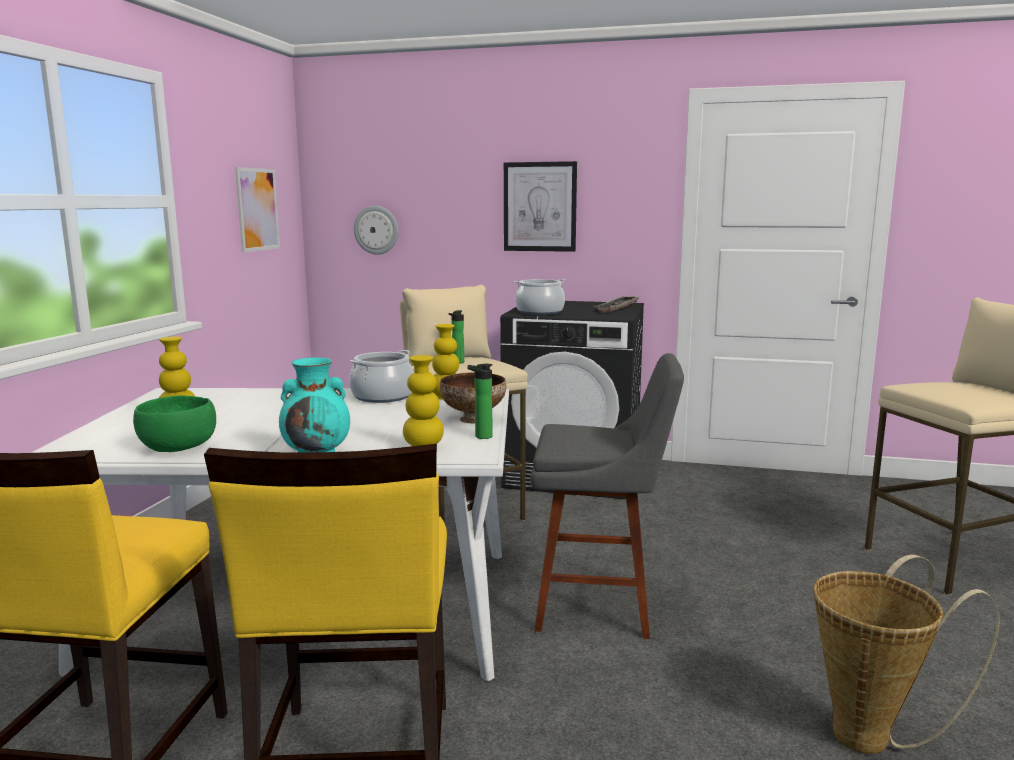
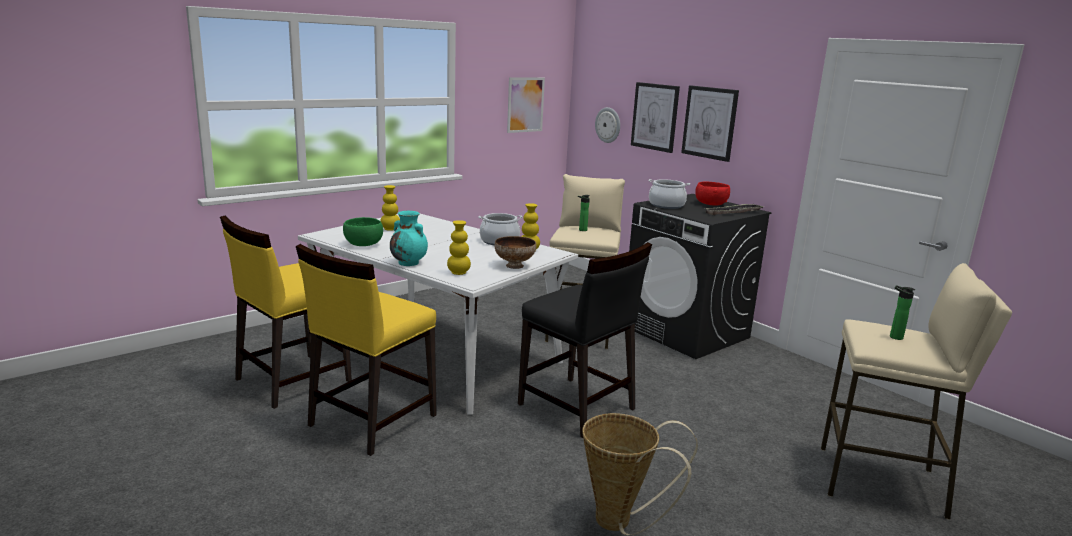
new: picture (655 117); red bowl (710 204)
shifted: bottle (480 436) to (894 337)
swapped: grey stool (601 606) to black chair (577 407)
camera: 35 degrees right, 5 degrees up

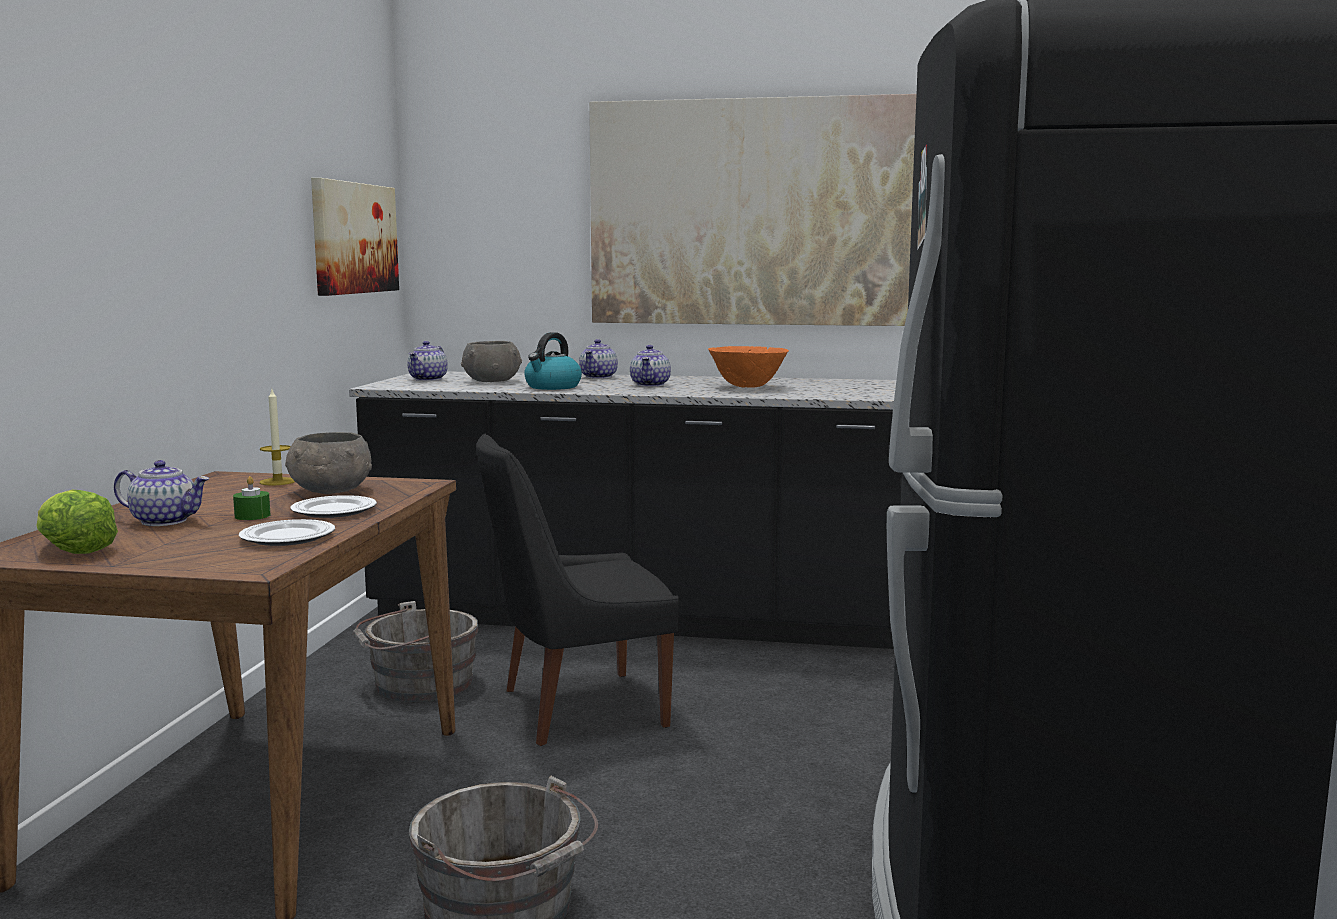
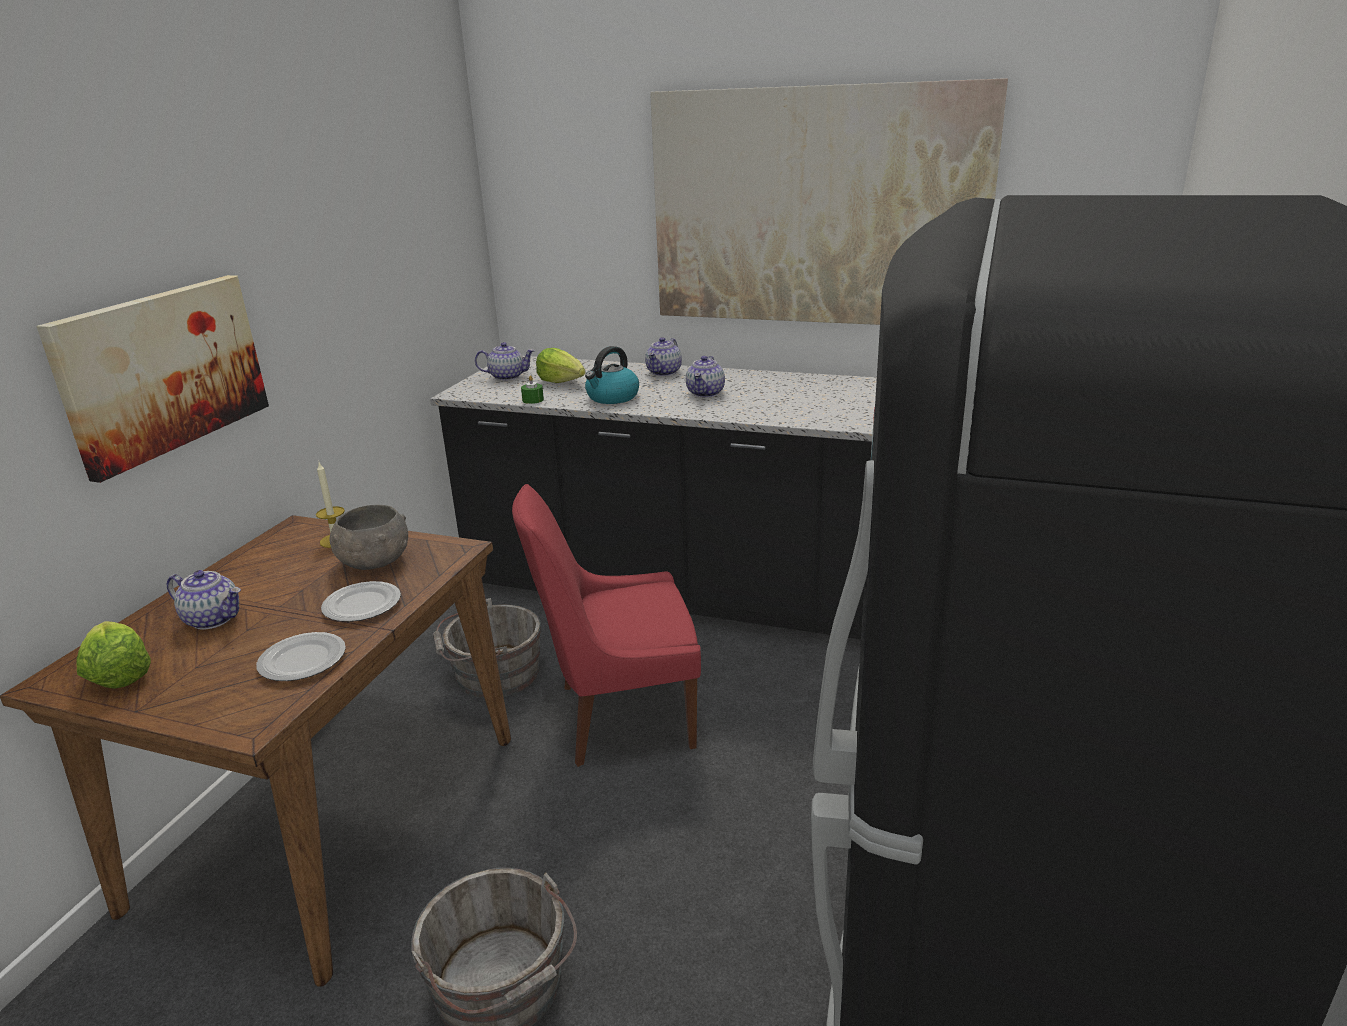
gone: orange bowl (747 387)
shifted: green candle (252 516) to (533 400); picture (353 238) to (163 371)
swapped: grey bowl (492 381) to lettuce (562 382)
repainted: black chair (576 709) to red chair (619 717)
rotated: teapot (428 379) = (507 377) 120 degrees counterclockwise
camera: 10 degrees right, 15 degrees up

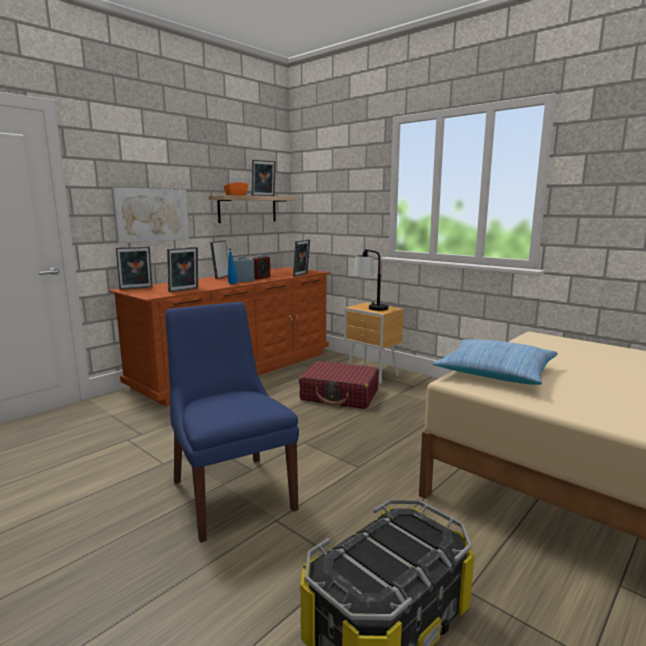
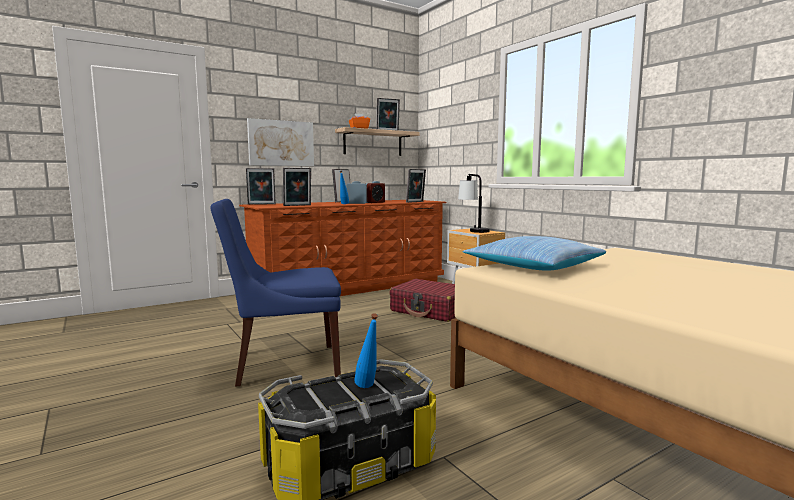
new: blue bottle (368 389)
rotated: blue chair (231 492) = (283 364) 90 degrees counterclockwise
camera: 15 degrees right, 5 degrees down

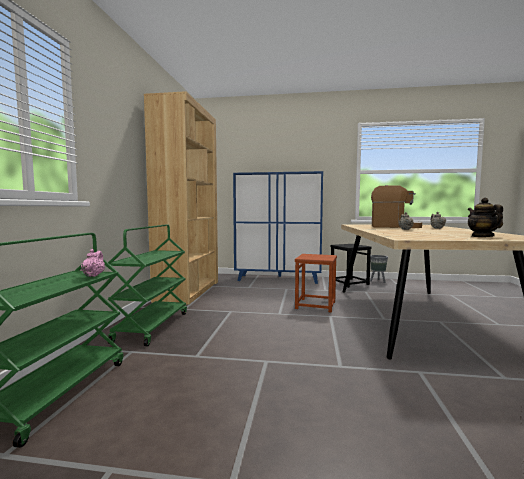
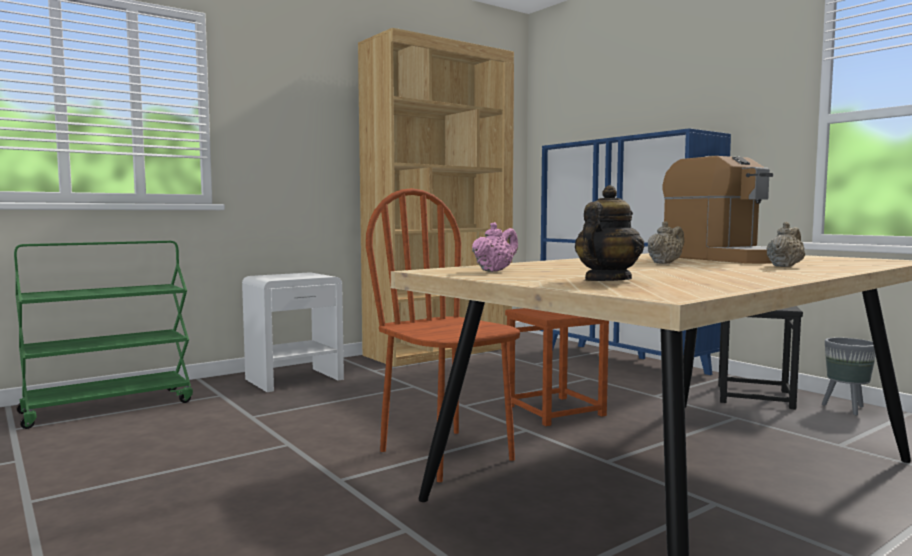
new: brown chair (447 455)
shifted: pink teapot (93 275) to (494 271)
swapped: green cart (152 326) to white nightstand (295 379)
camera: 45 degrees right, 0 degrees up

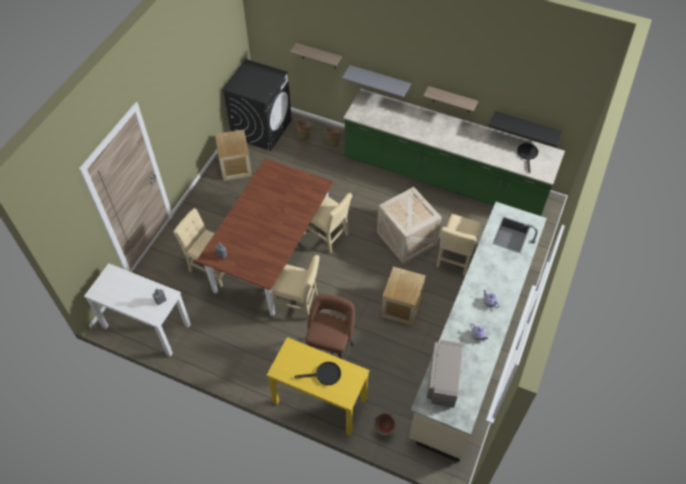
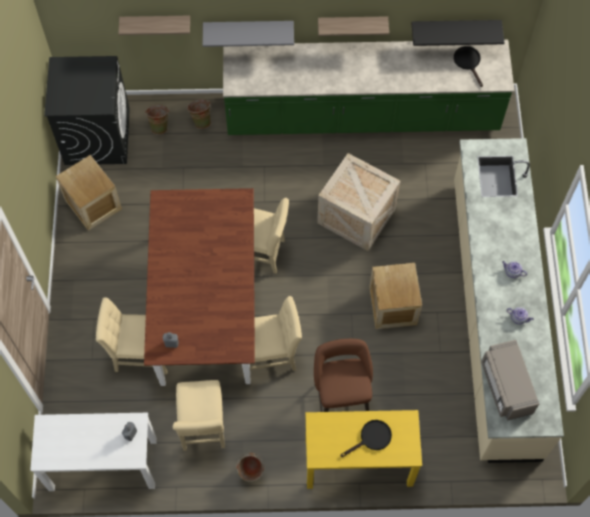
shifted: green bucket (384 430) to (251 472); beige chair (455 258) to (203 427)
camera: 25 degrees left, 10 degrees up

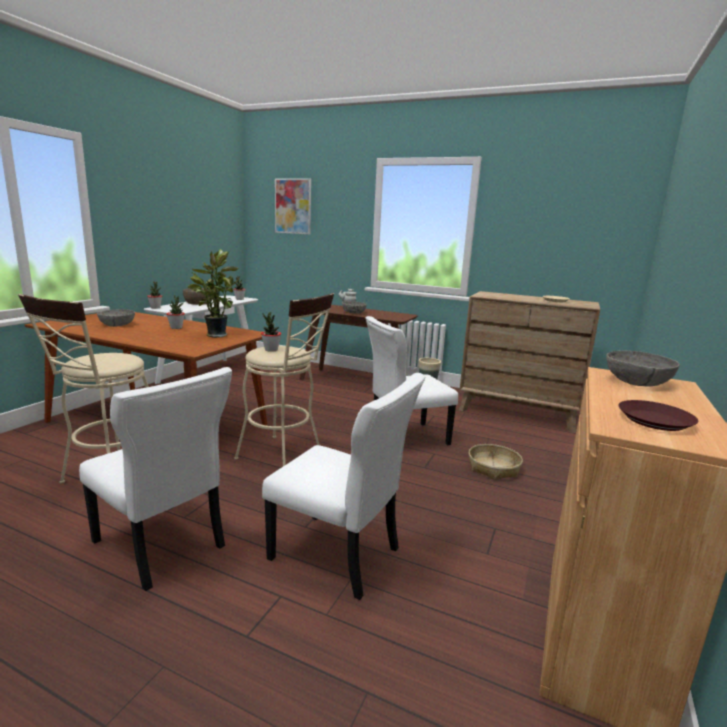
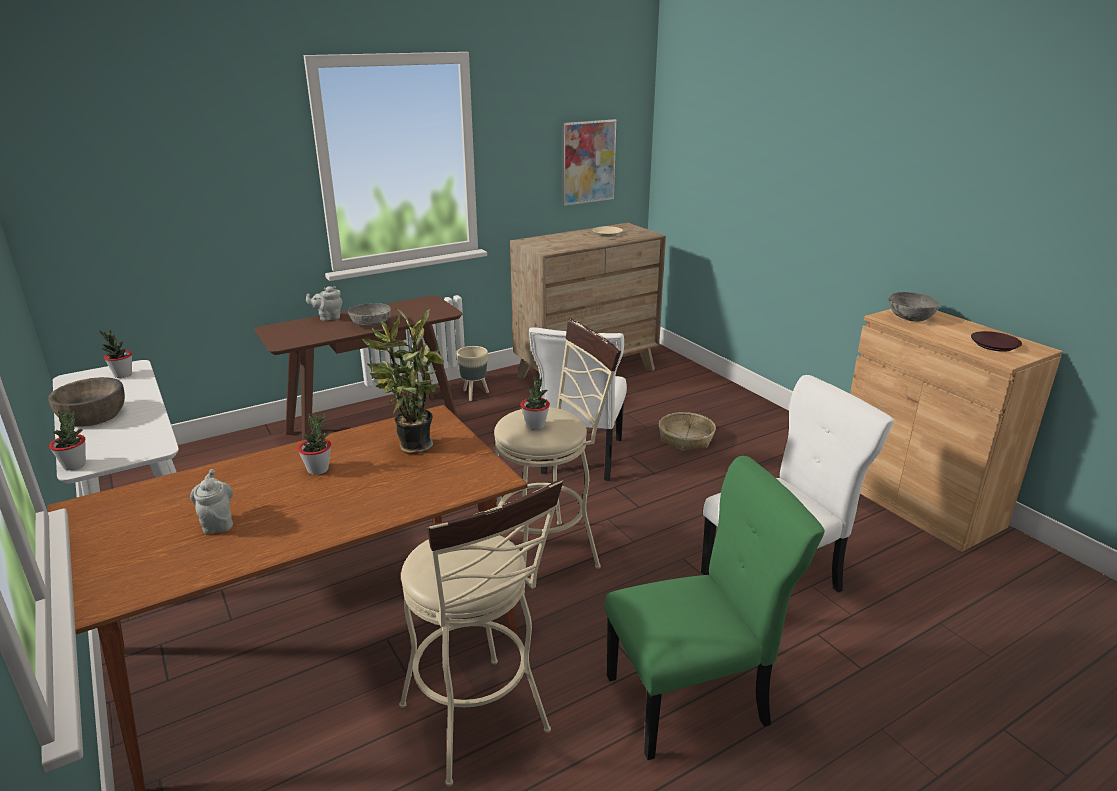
shifted: picture (293 206) to (588 162)
swapped: grey bowl (117 325) to grey teapot (217 522)
repainted: white chair (161 546) to green chair (693 699)
camera: 55 degrees left, 10 degrees up

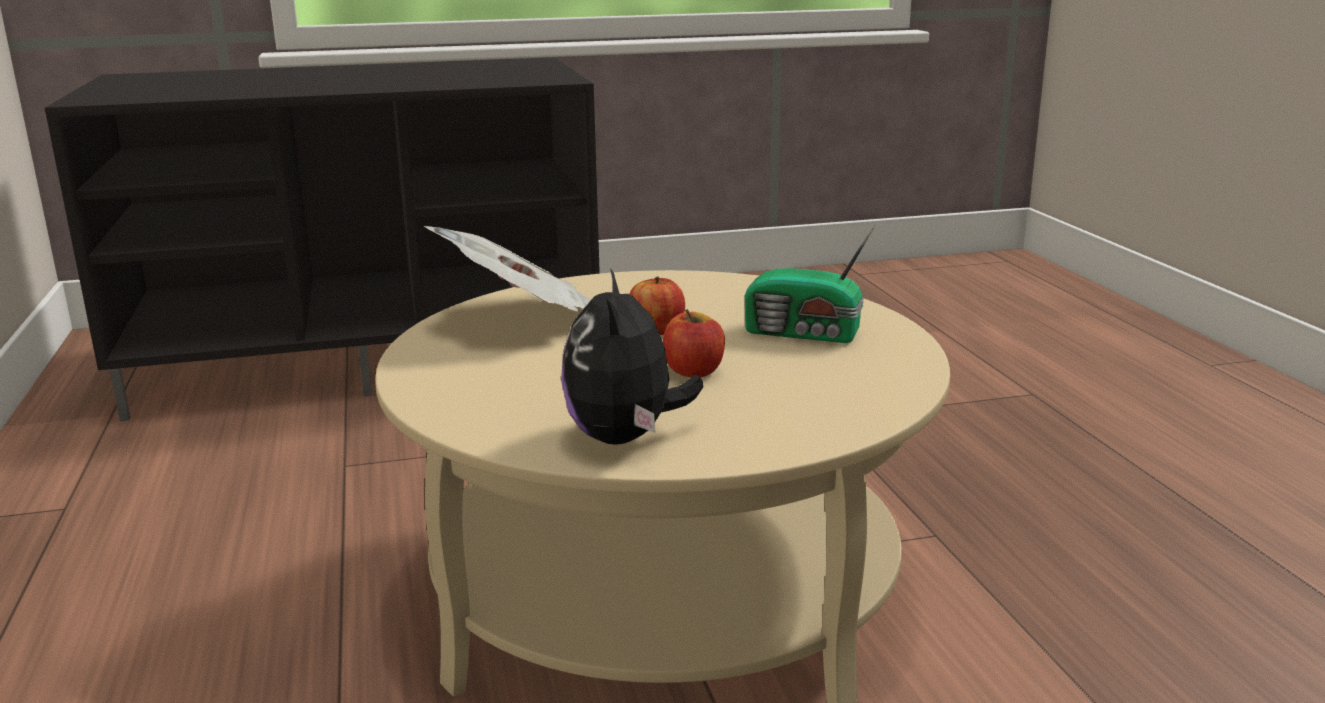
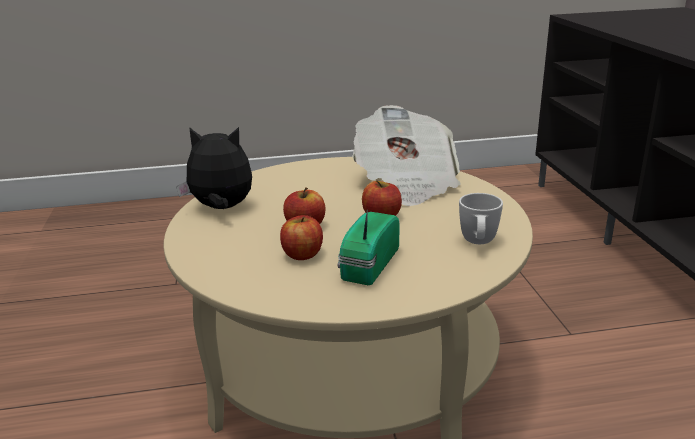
new: apple (302 254); white mug (478 243)
camera: 95 degrees right, 5 degrees up

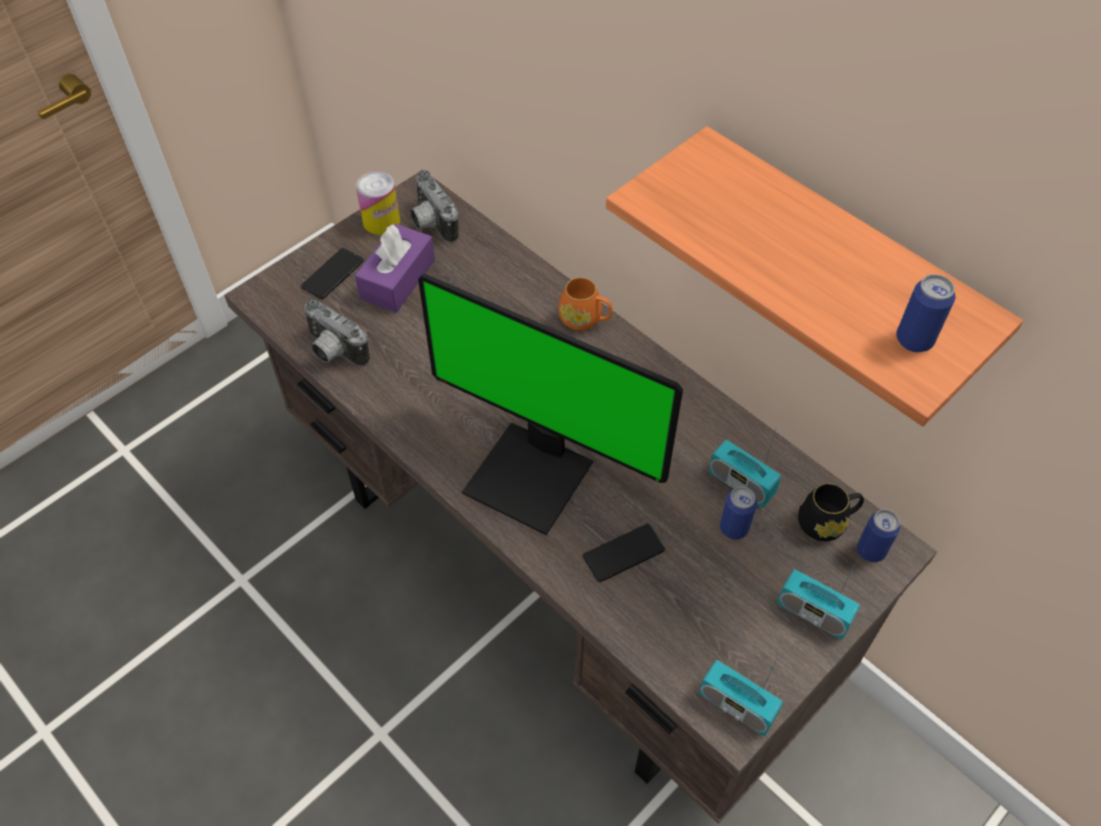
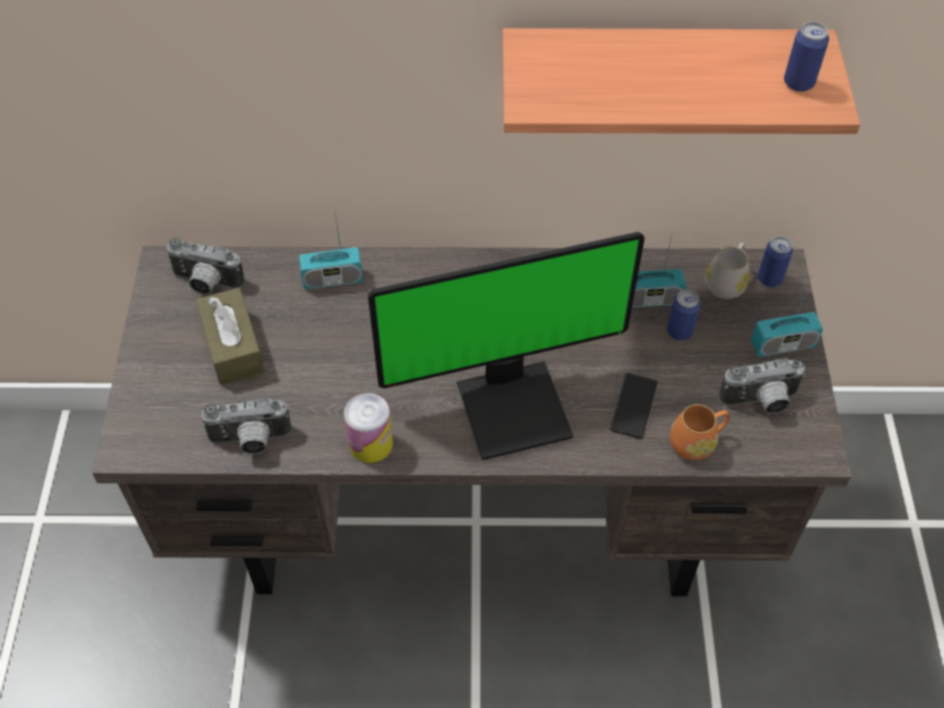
gone: phone (333 274)
new: photo camera (760 402)
shifted: can (381 221) to (371 443); orange mug (585 320) to (697 442); radio (737 705) to (333 279)
repainted: purple tissue box (397 279) to brown tissue box (233 346); black mug (826 522) to white mug (726 282)
camera: 45 degrees left, 0 degrees up

